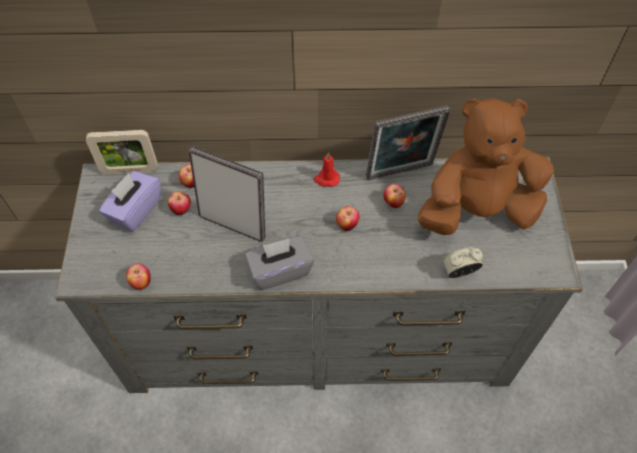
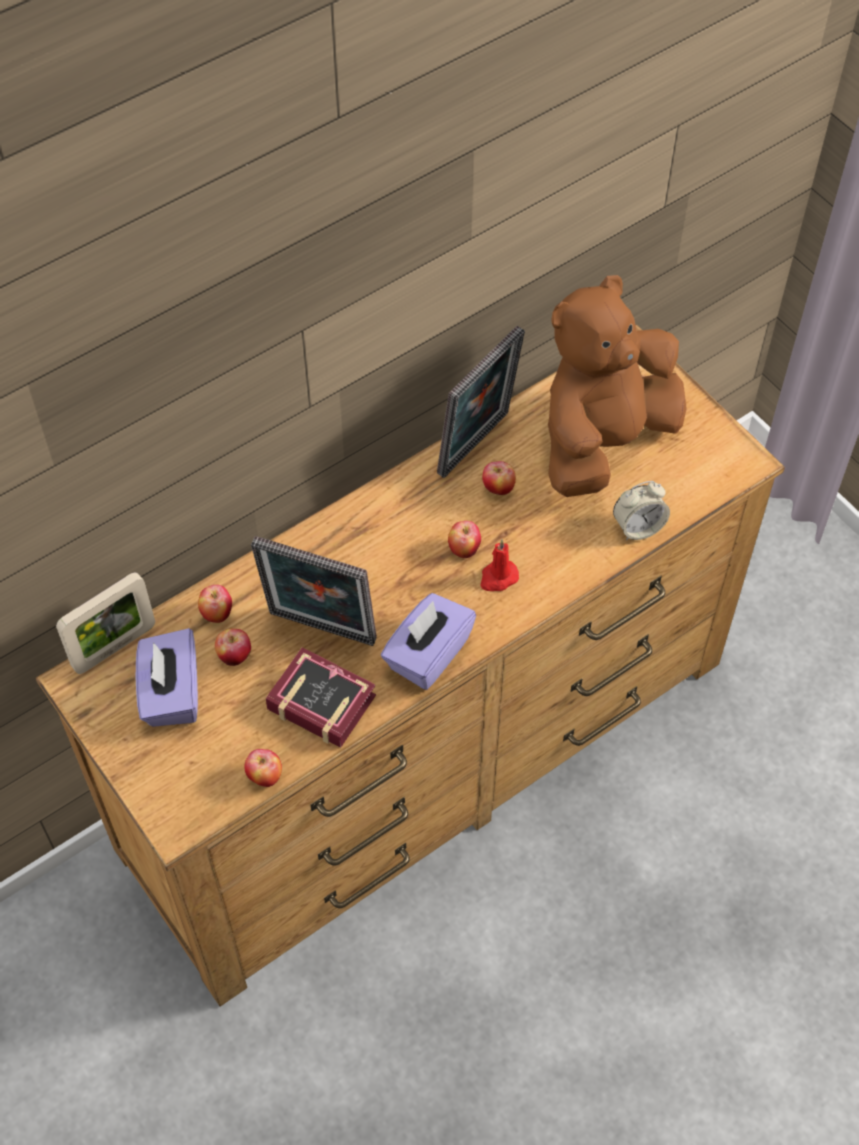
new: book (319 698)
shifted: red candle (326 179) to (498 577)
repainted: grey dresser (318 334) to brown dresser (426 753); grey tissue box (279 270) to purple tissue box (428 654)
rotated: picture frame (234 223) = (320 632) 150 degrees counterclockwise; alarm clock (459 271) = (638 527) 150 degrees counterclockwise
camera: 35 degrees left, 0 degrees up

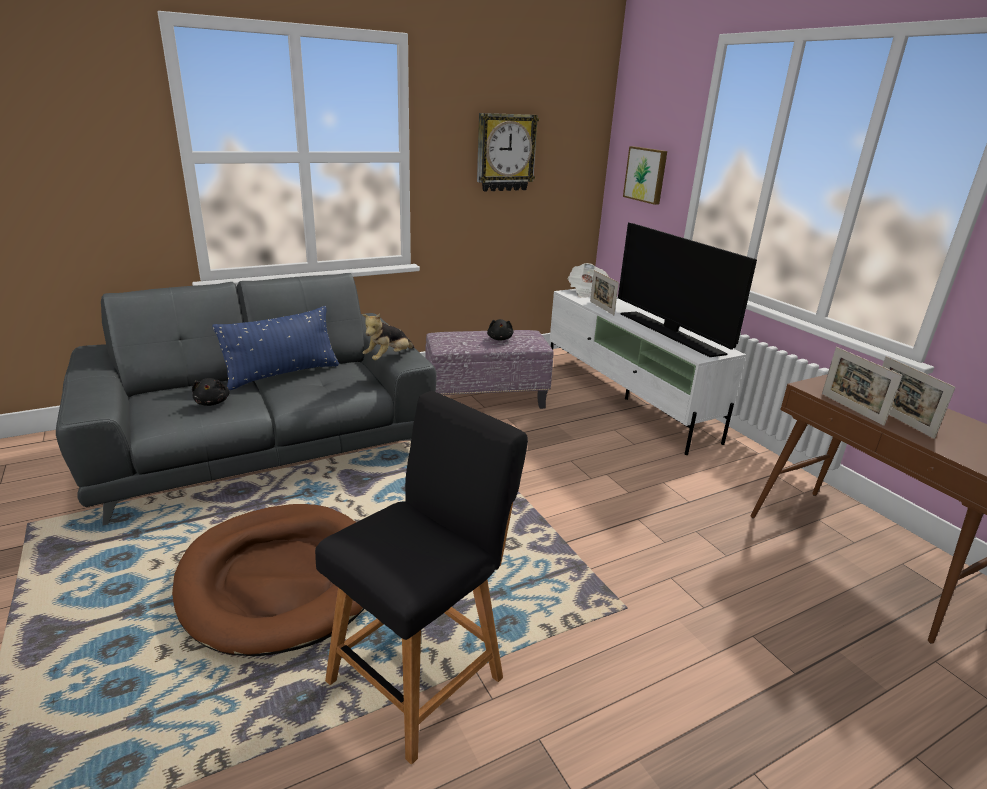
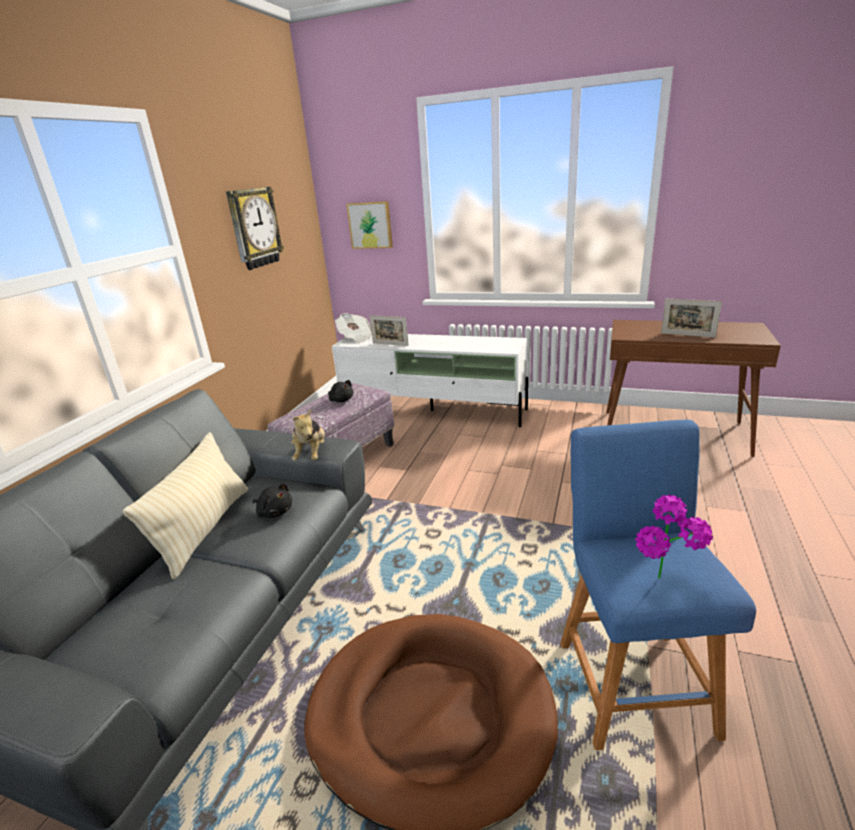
gone: television (671 333); picture frame (851 409)
new: potted plant (664 587)
shifted: black plush toy (212 402) to (274 512)
repainted: blue pillow (282 374) to beige pillow (205 529); black stool (422 674) to blue stool (631 679)
camera: 40 degrees left, 0 degrees up

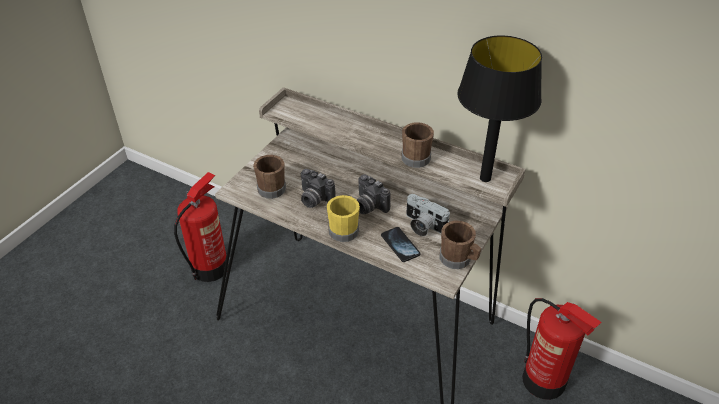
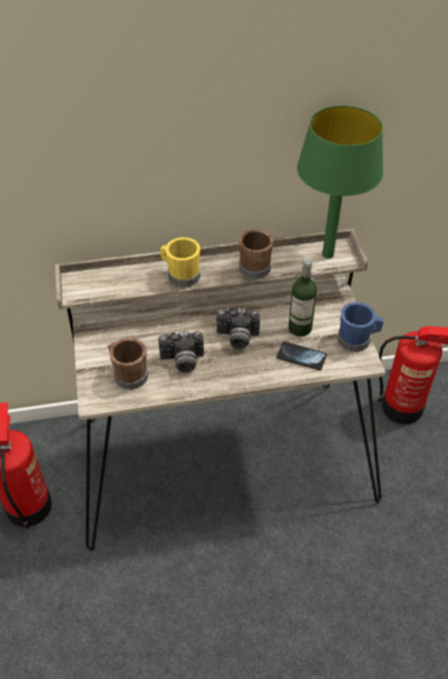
shifted: yellow mug (342 229) to (180 275)
swapped: photo camera (423 225) to bottle (300 328)
repainted: brown mug (458 259) to blue mug (357 340); black table lamp (485 178) to green table lamp (328 255)
camera: 40 degrees left, 5 degrees up

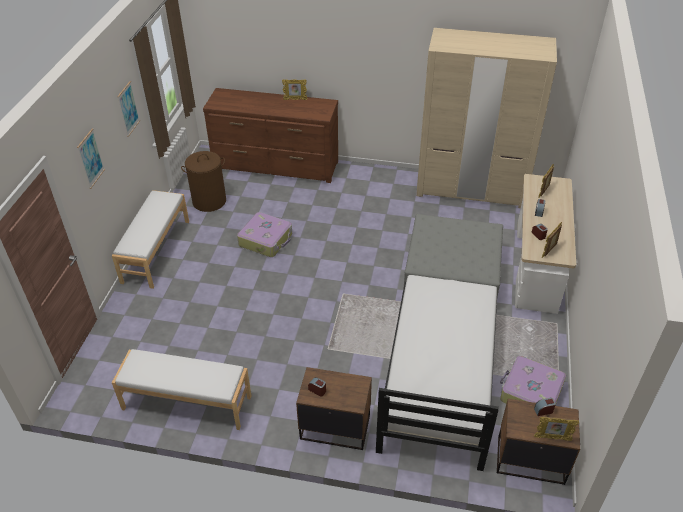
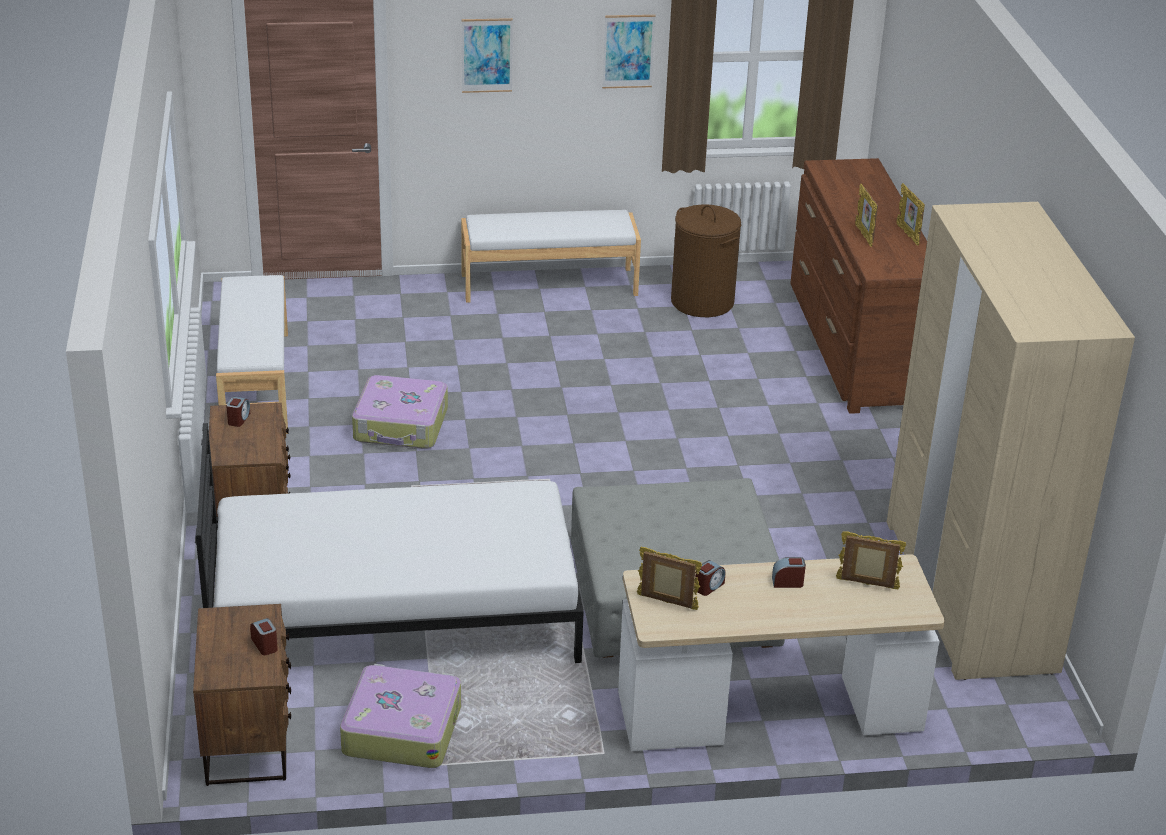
shifted: suitcase (266 240) to (401 425); picture frame (552 438) to (864 236)
camera: 70 degrees right, 10 degrees down

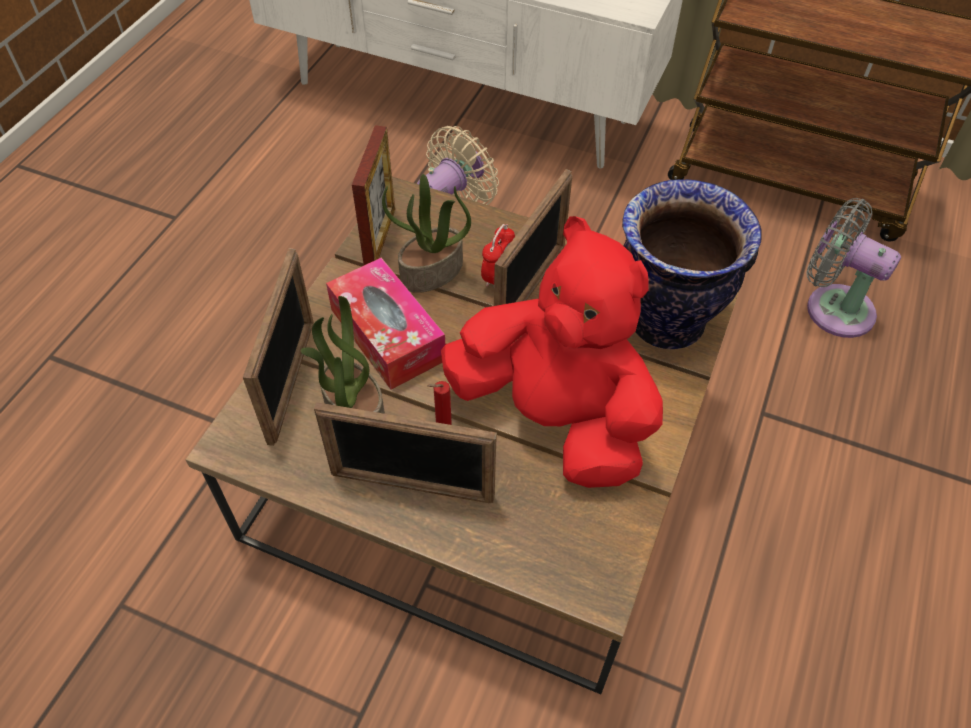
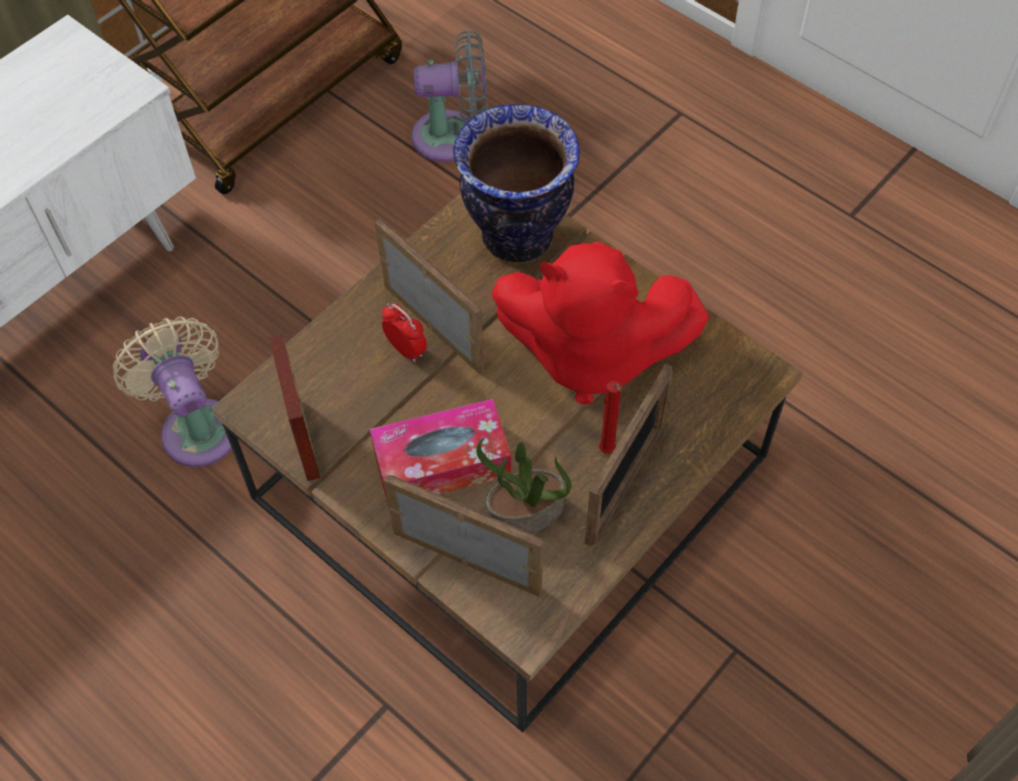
gone: potted plant (431 273)
rotated: picture frame (380 237) = (304 439) 45 degrees clockwise; red plush toy (554 418) = (590 354) 135 degrees counterclockwise; grey fan (833 307) = (453 136) 150 degrees counterclockwise
camera: 70 degrees left, 5 degrees up

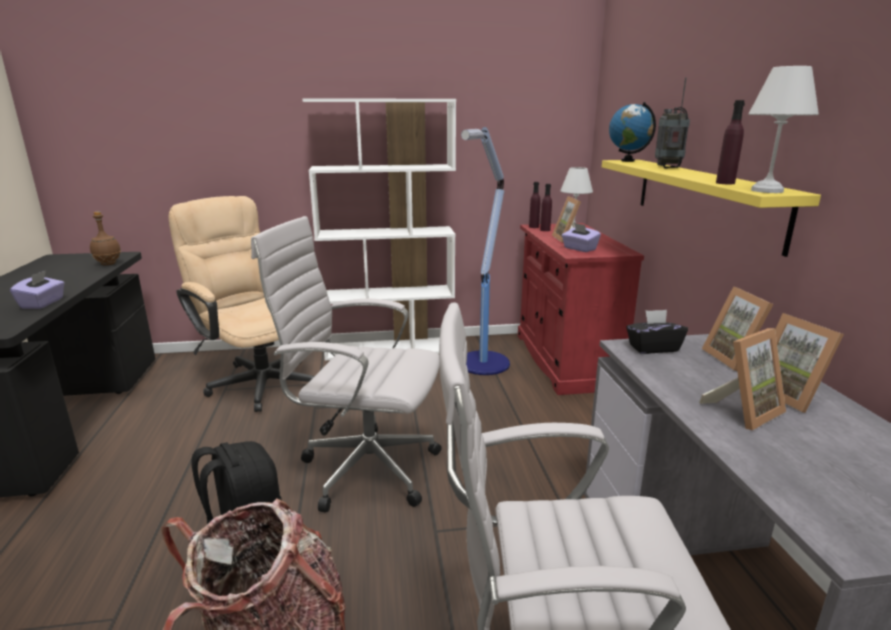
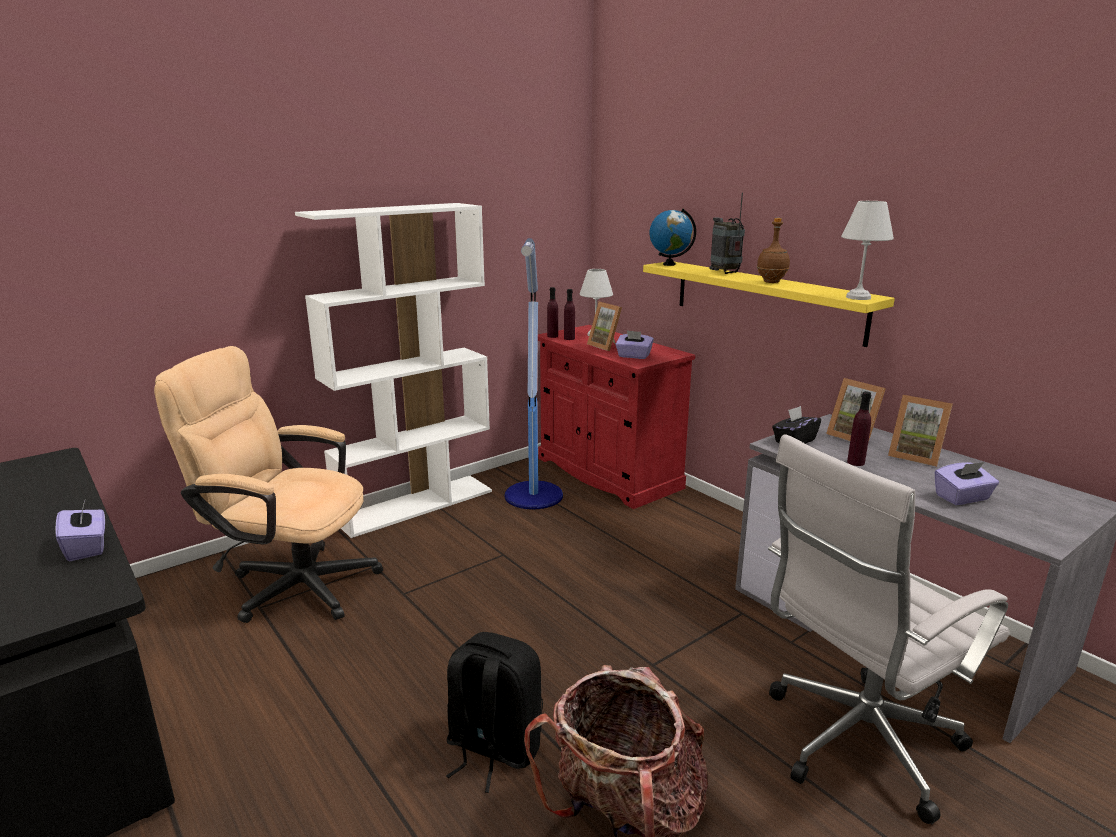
gone: white office chair (363 468); picture frame (743 411)
new: purple tissue box (962 498)
shifted: brown bottle (108 264) to (771 282); purple bottle (725 183) to (855 462)
camera: 30 degrees left, 0 degrees up

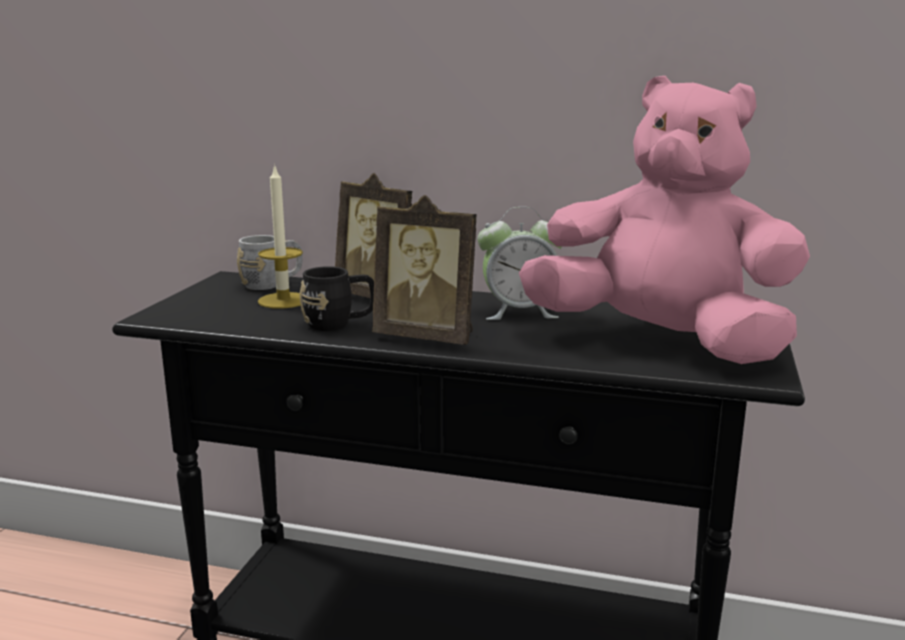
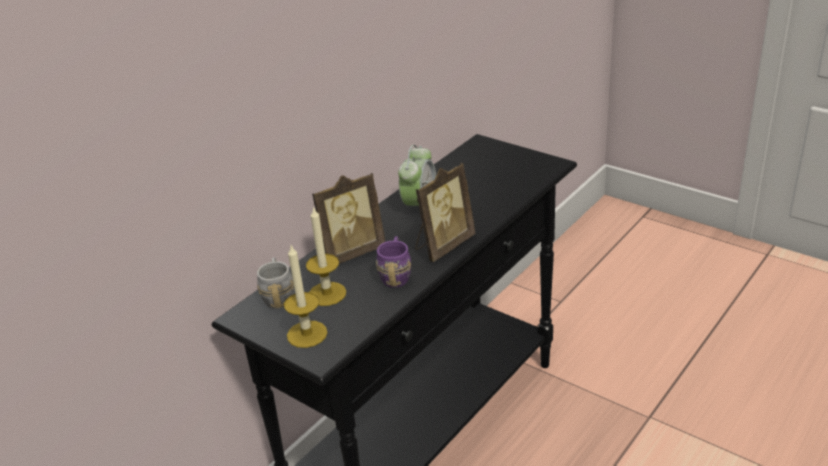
gone: pink plush toy (661 342)
new: candle (307 334)
repainted: black mug (340 323) to purple mug (396 275)
camera: 65 degrees left, 15 degrees up

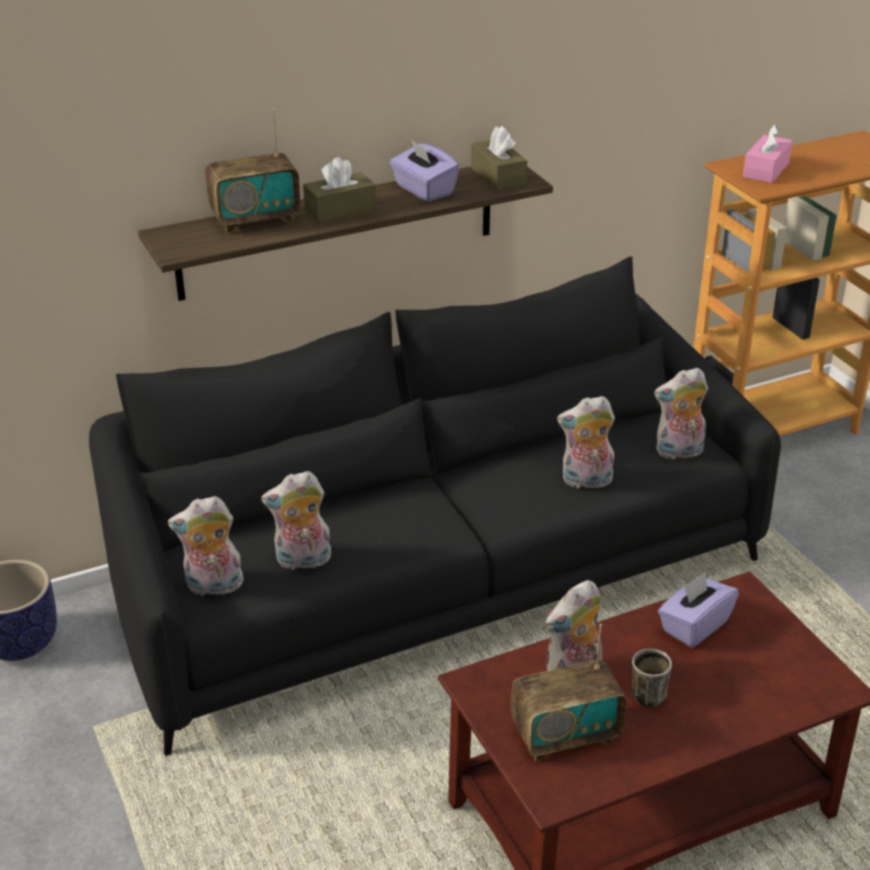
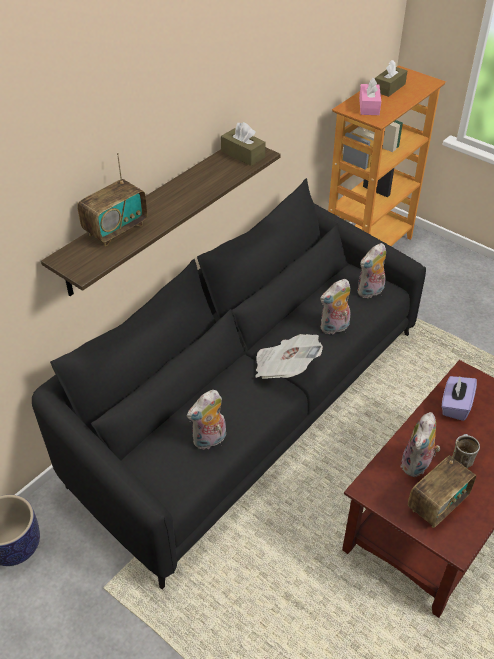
gone: plush toy (213 587); purple tissue box (423 190)
new: newspaper (285 368)
shifted: brown tissue box (340 210) to (389 88)
camera: 25 degrees left, 10 degrees up

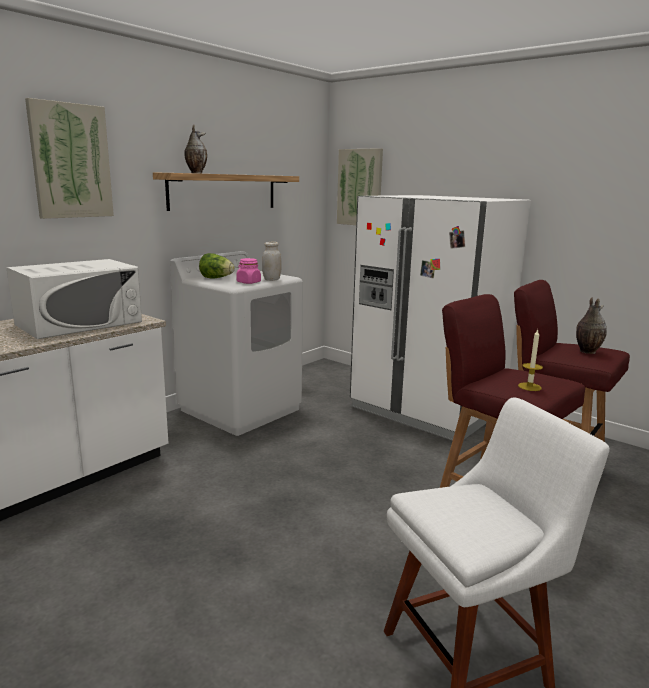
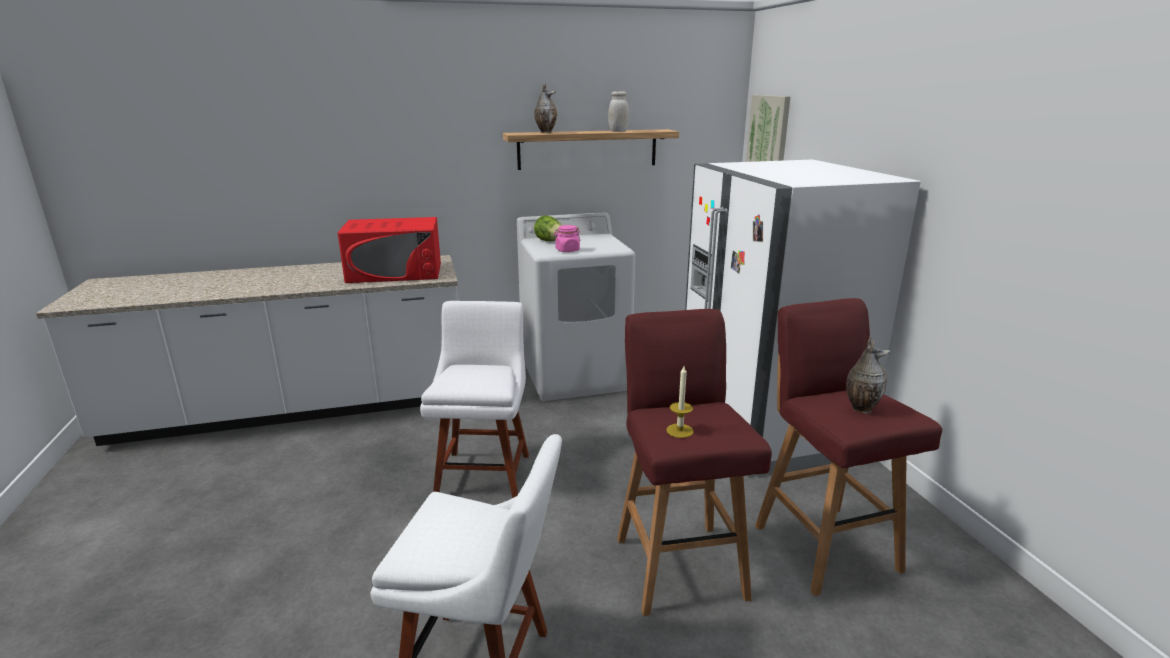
gone: picture (71 161)
new: white chair (484 472)
shifted: white jar (272 280) to (618 131)
repainted: white microwave (80 323) to red microwave (395 272)
camera: 35 degrees right, 5 degrees up

